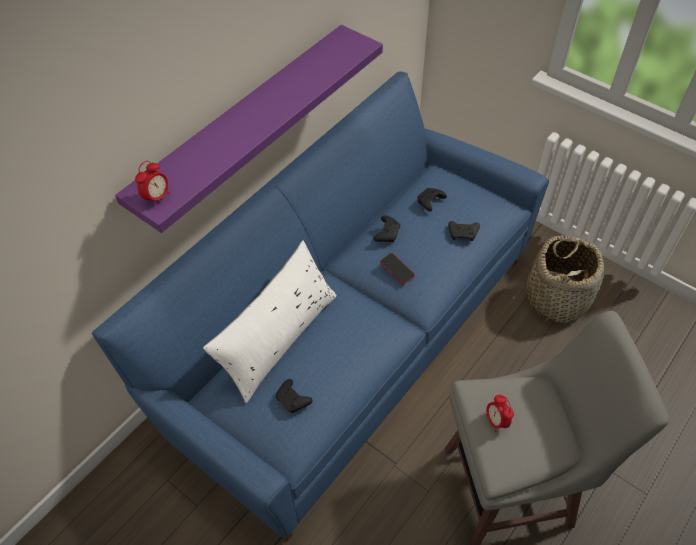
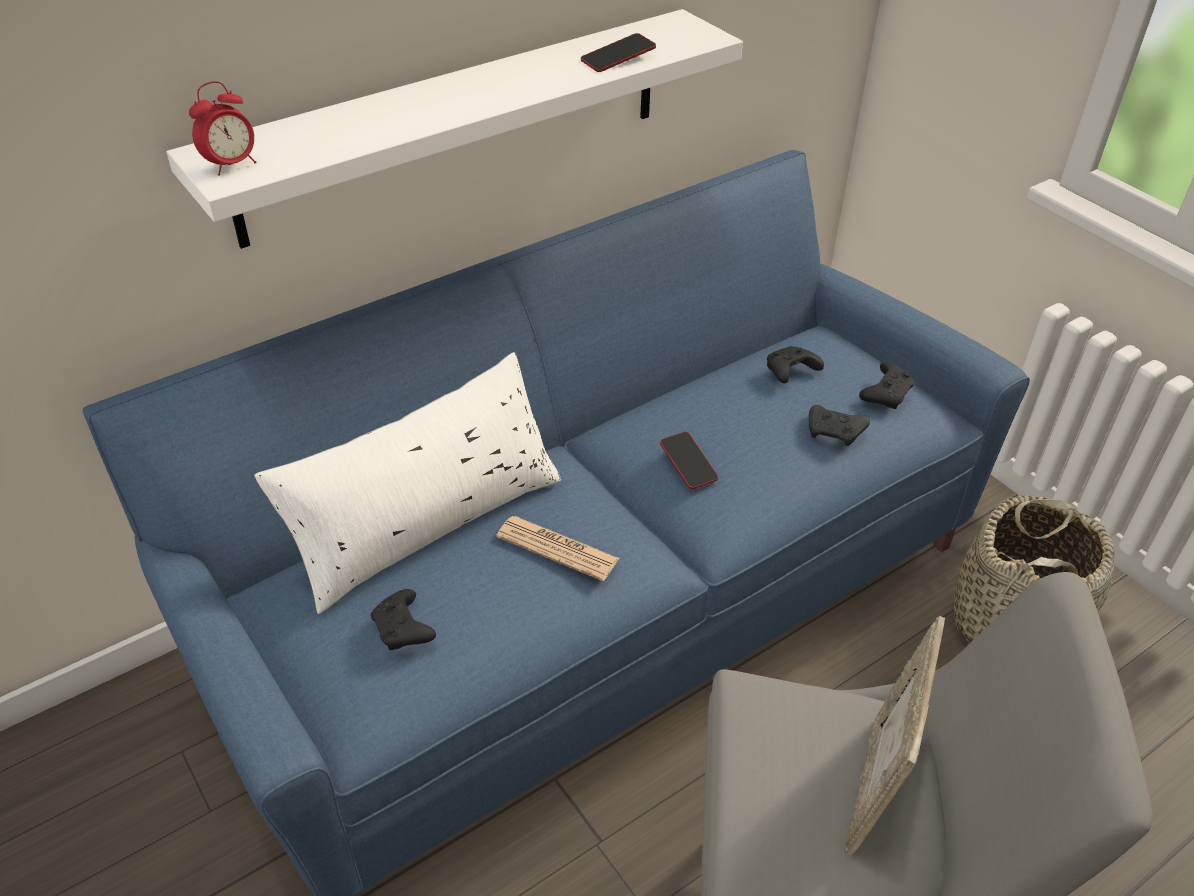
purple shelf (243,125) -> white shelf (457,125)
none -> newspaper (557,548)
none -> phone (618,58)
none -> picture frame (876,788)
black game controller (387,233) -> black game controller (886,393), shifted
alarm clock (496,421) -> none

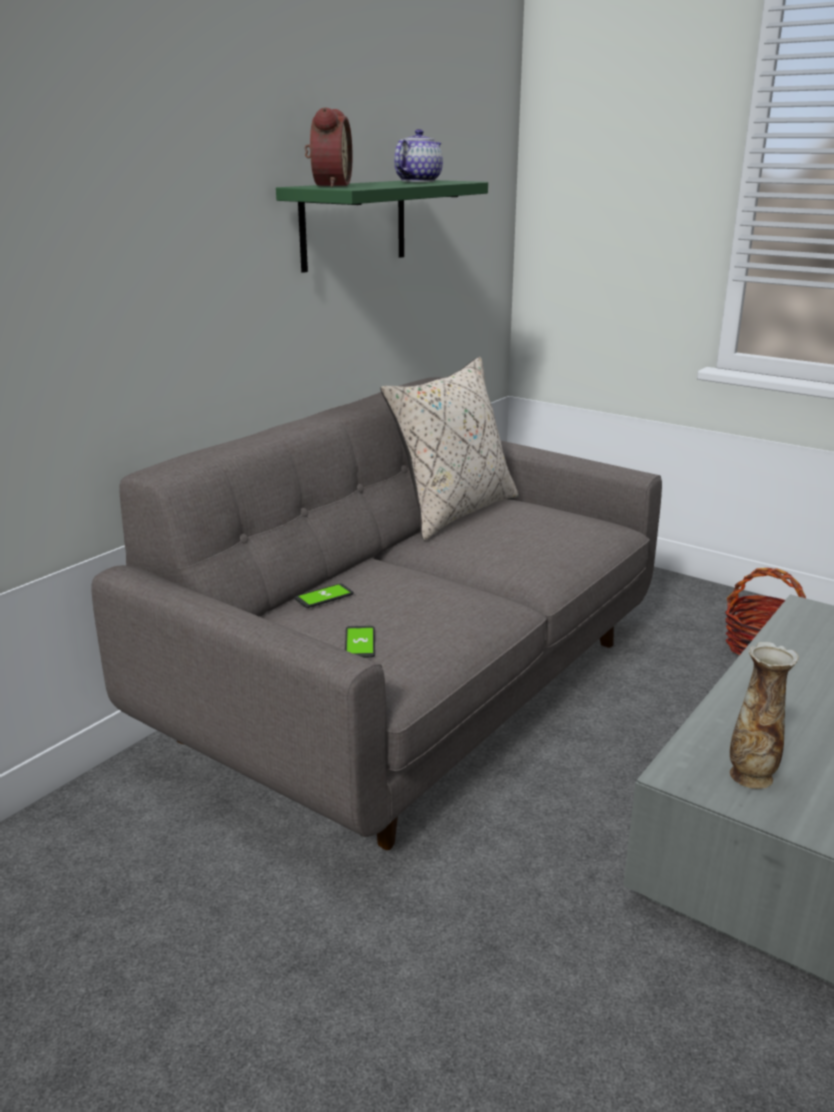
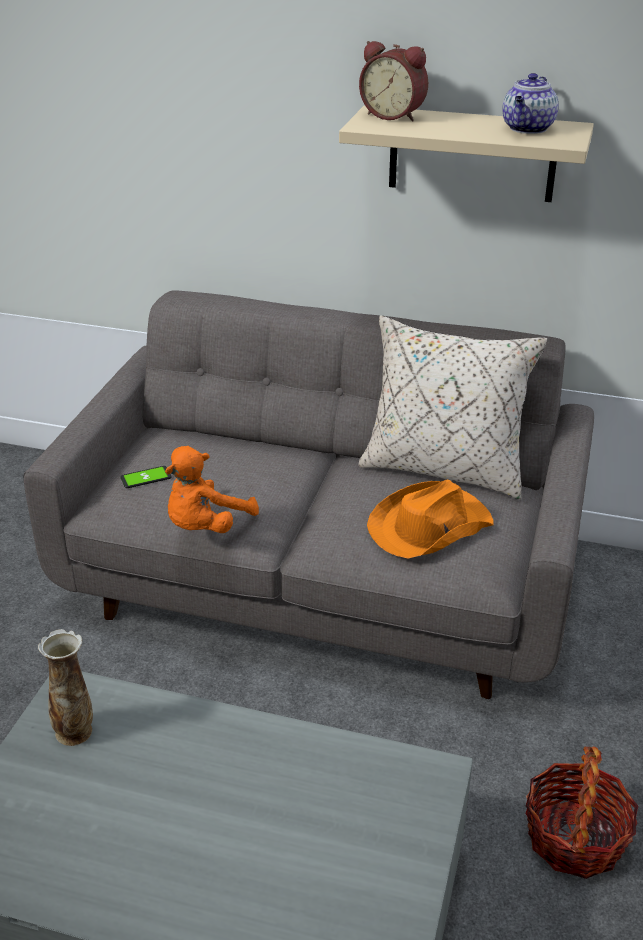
none -> orange plush toy (206,526)
green shelf (353,224) -> beige shelf (472,154)
alarm clock (328,185) -> alarm clock (394,115), 45 degrees clockwise
none -> orange hat (428,526)
teapot (418,181) -> teapot (528,129), 105 degrees clockwise
phone (324,597) -> none

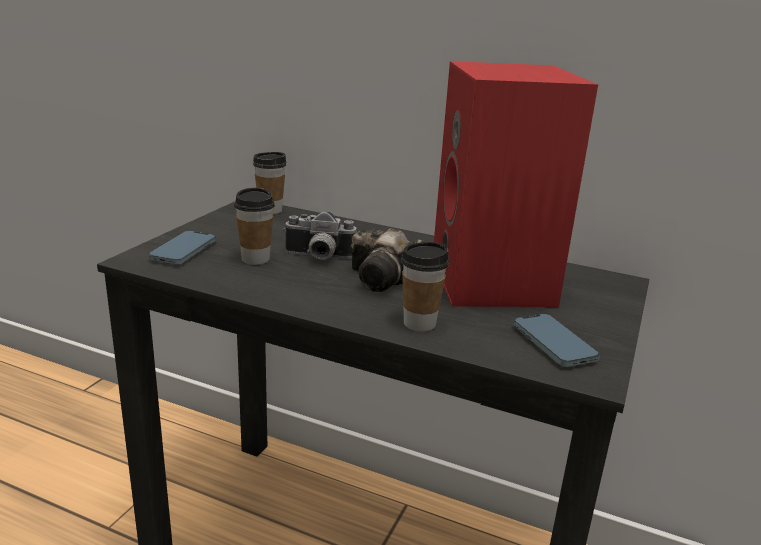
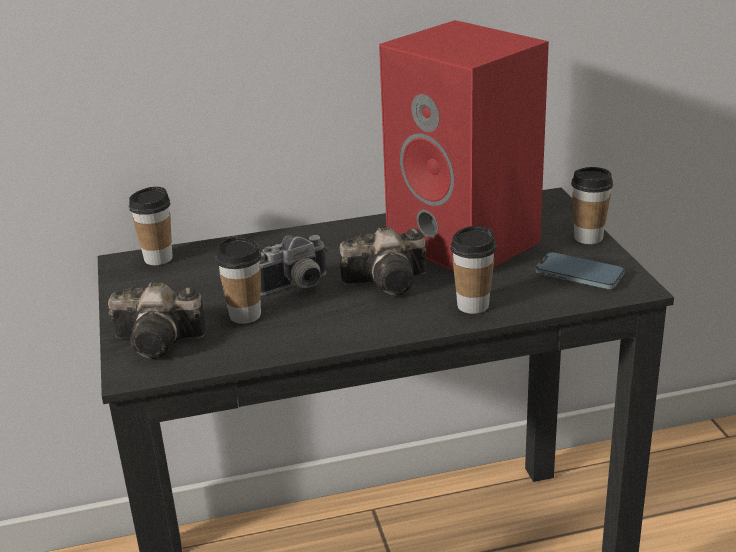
phone (183,251) -> photo camera (162,341)
none -> cup (588,237)

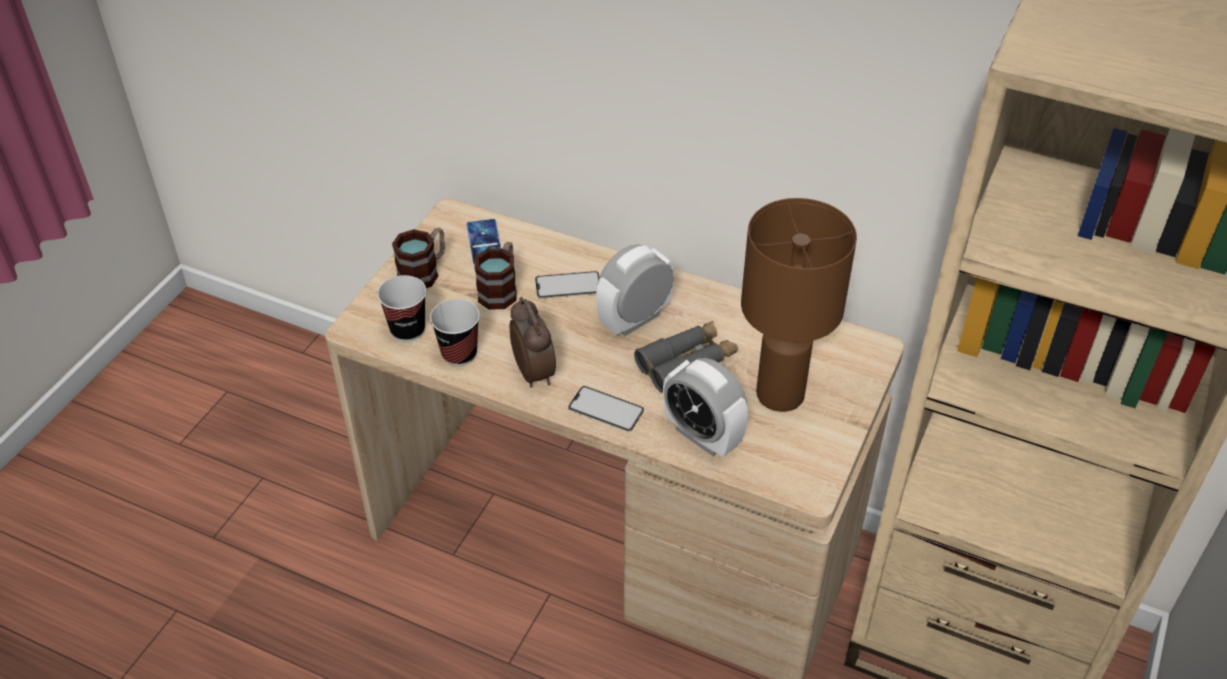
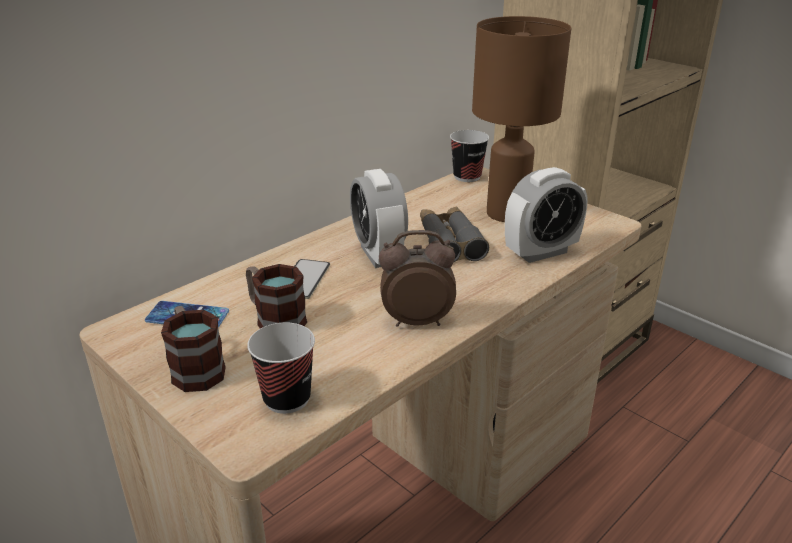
cup (459,354) -> cup (467,177), shifted
phone (606,409) -> none

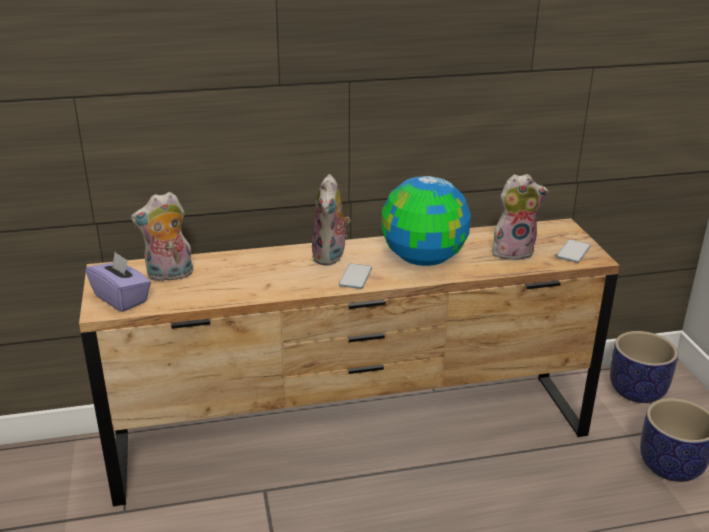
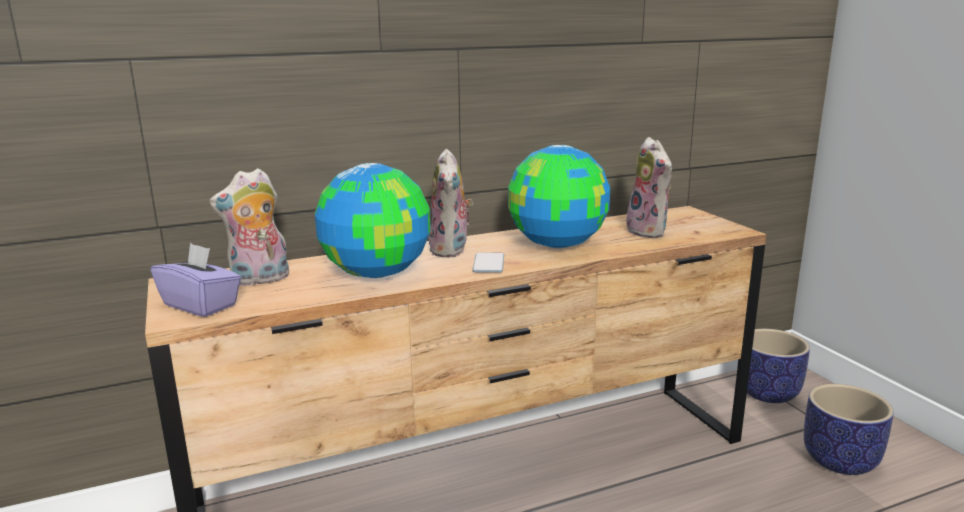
none -> globe (377,273)
plush toy (513,251) -> plush toy (649,232), 90 degrees clockwise
phone (573,252) -> none

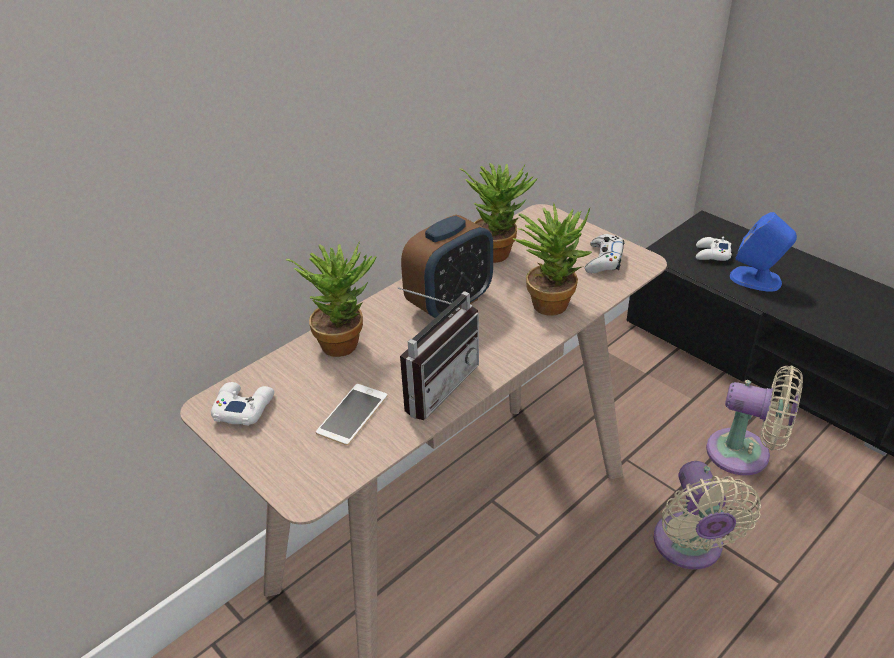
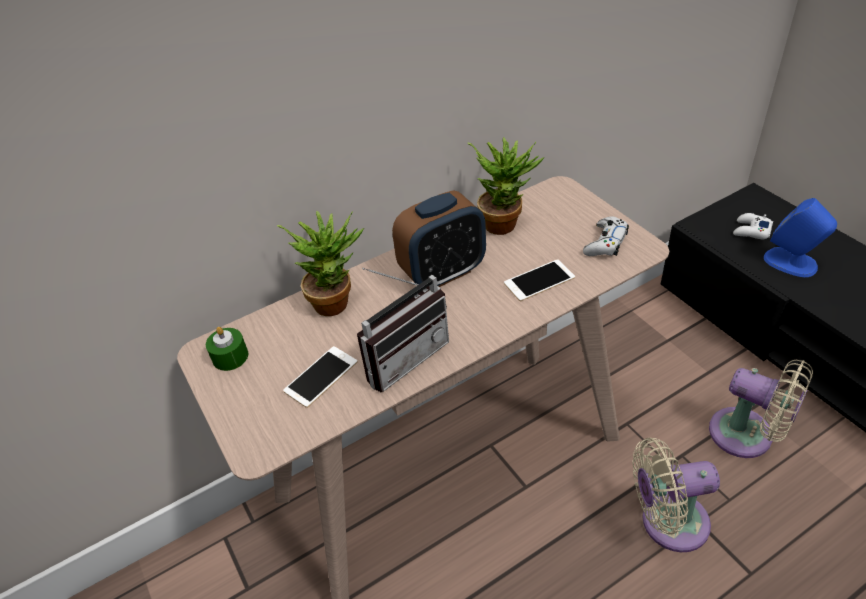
white game controller (243,408) -> green candle (230,357)
potted plant (550,300) -> phone (539,280)
beige fan (690,548) -> beige fan (667,522), 75 degrees clockwise

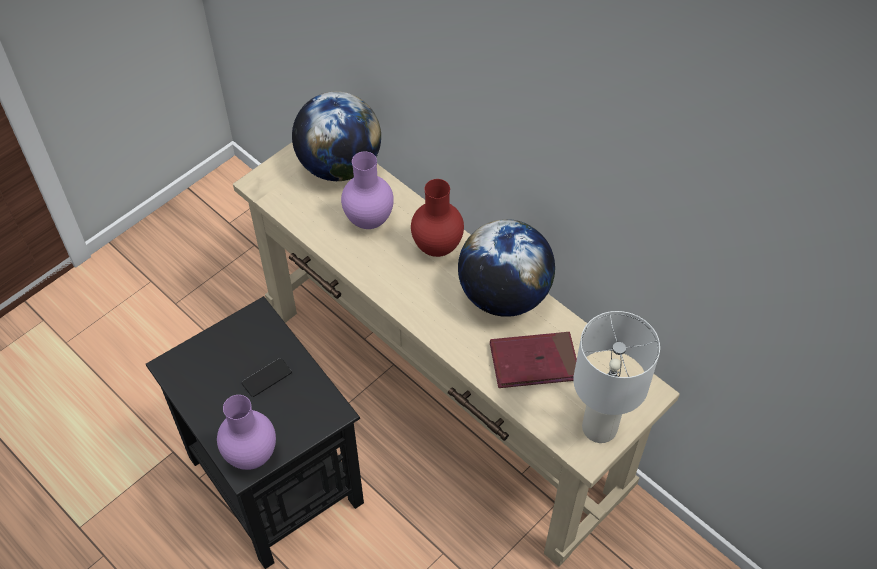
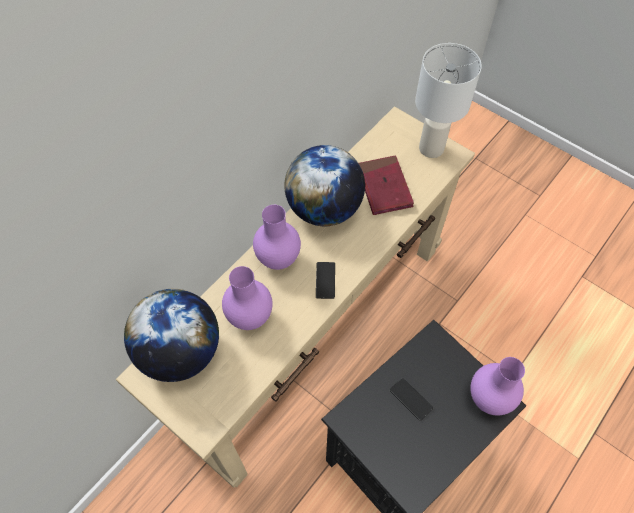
red vase (437,248) -> purple vase (279,259)
none -> phone (325,280)

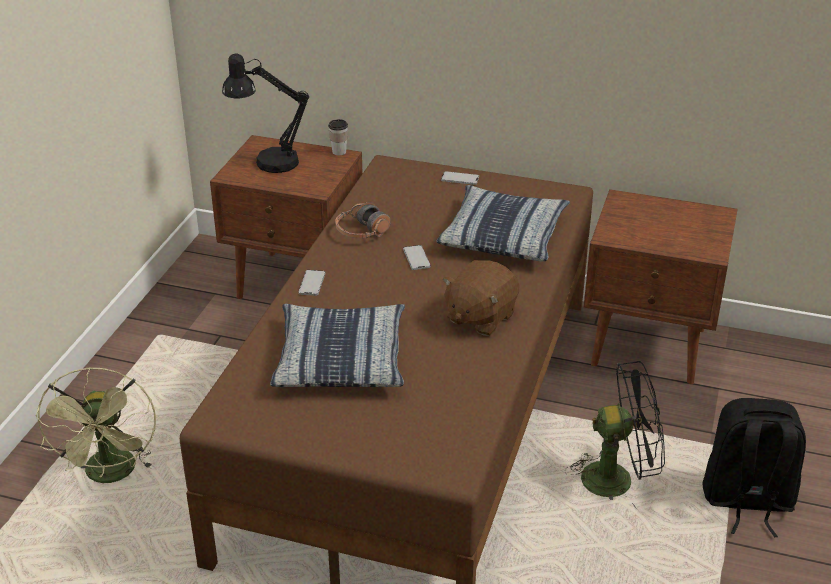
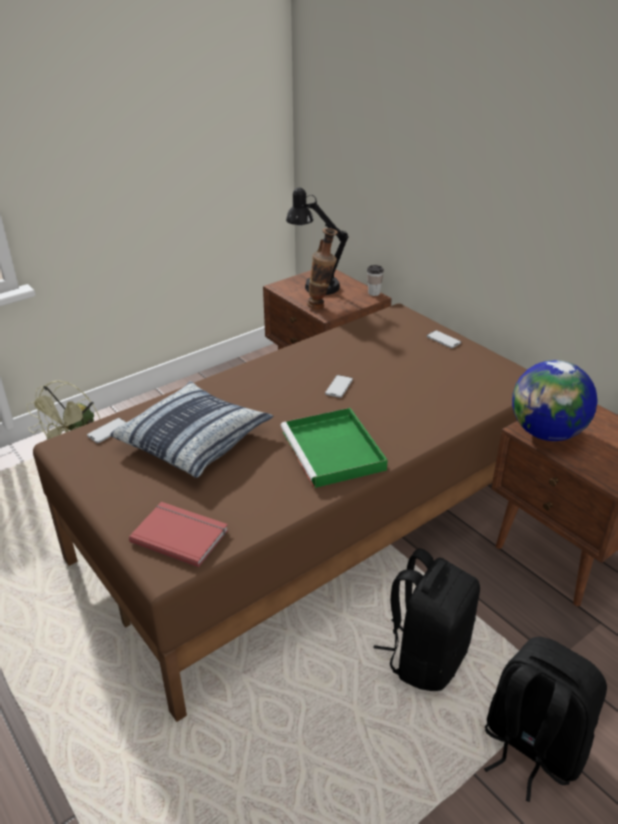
phone (312,283) -> phone (108,431), shifted
none -> red book (180,534)
brown plush toy (480,317) -> green tray (334,451)
none -> vase (321,307)
black fan (617,478) -> black backpack (426,656)
none -> globe (547,433)
headphones (362,232) -> none
pillow (504,235) -> none

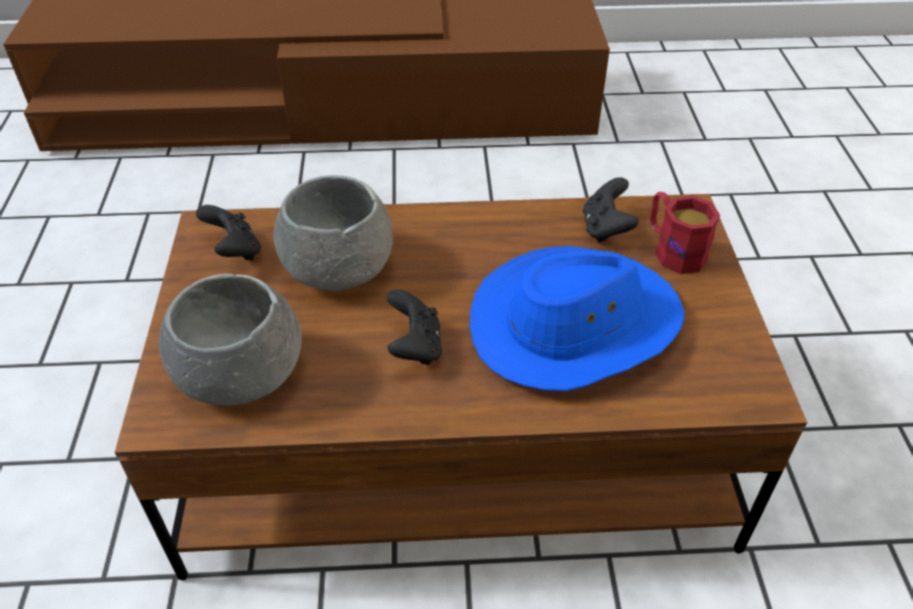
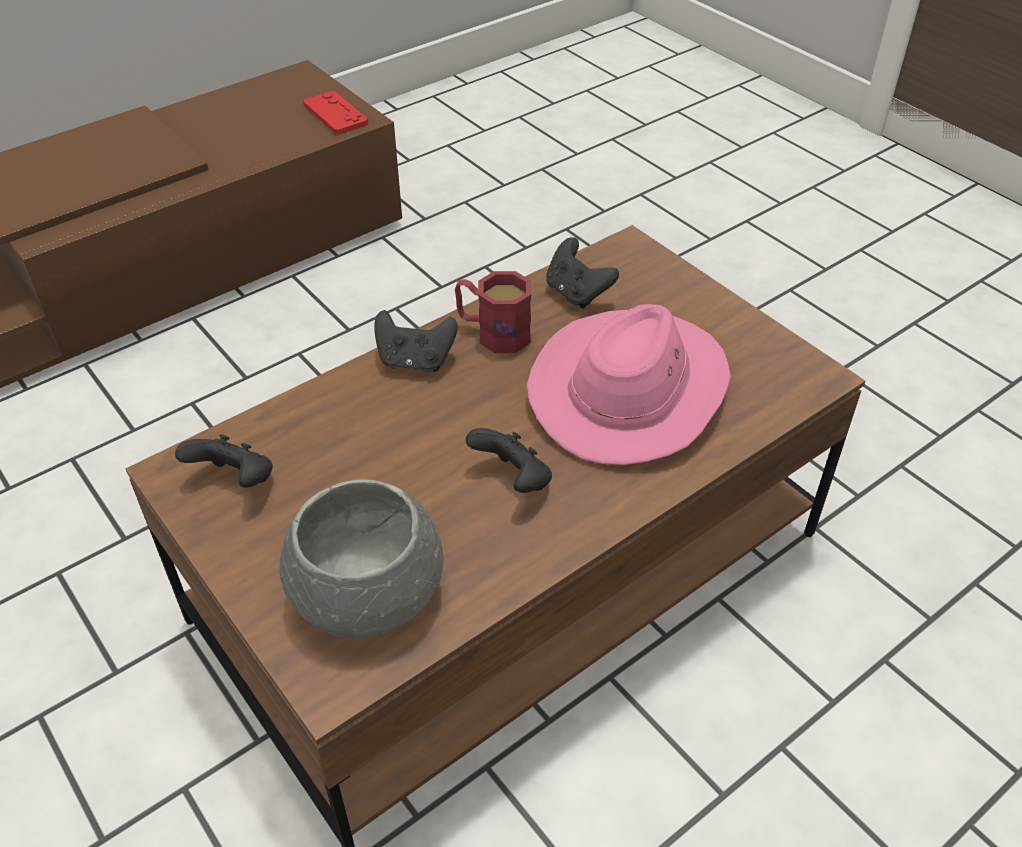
none -> red game controller (335,114)
none -> black game controller (415,361)
red mug (673,250) -> red mug (493,333), shifted
blue hat (575,324) -> pink hat (630,389)
grey bowl (337,266) -> none

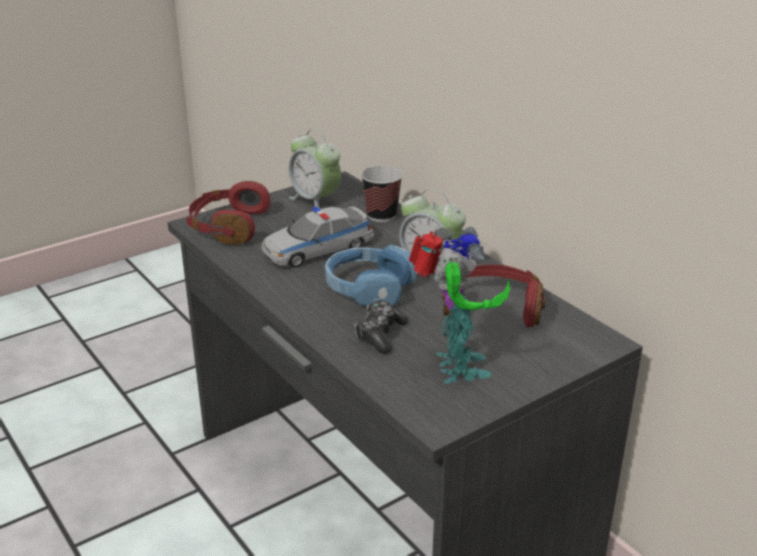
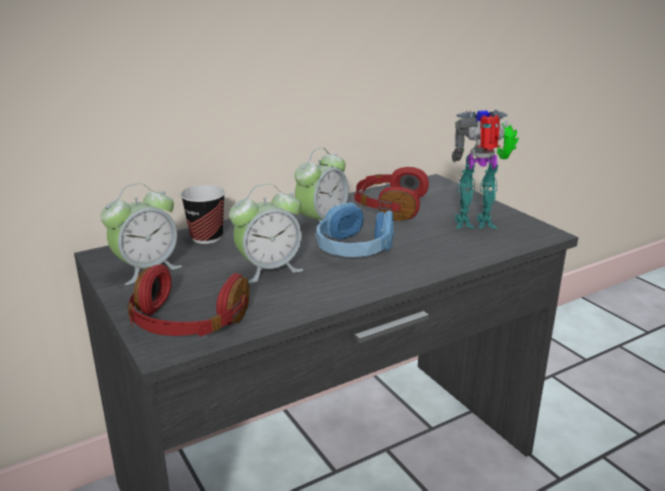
toy car (318,249) -> alarm clock (269,269)
game controller (380,335) -> none

